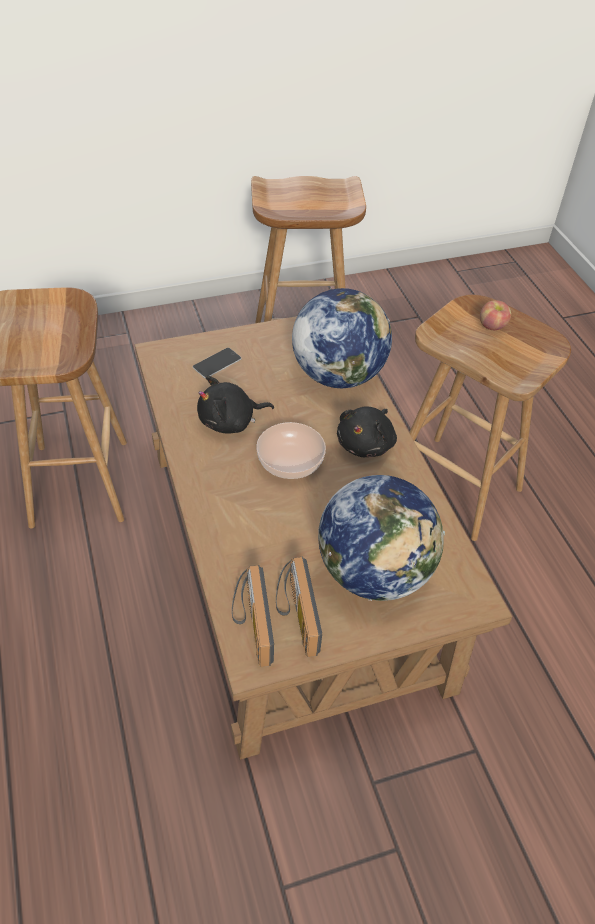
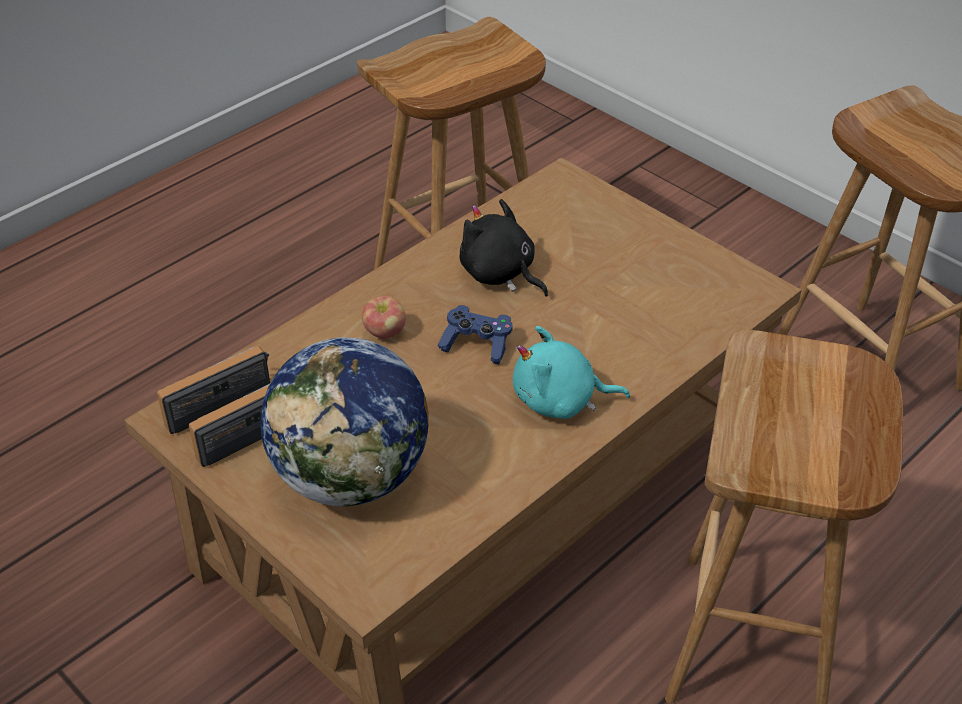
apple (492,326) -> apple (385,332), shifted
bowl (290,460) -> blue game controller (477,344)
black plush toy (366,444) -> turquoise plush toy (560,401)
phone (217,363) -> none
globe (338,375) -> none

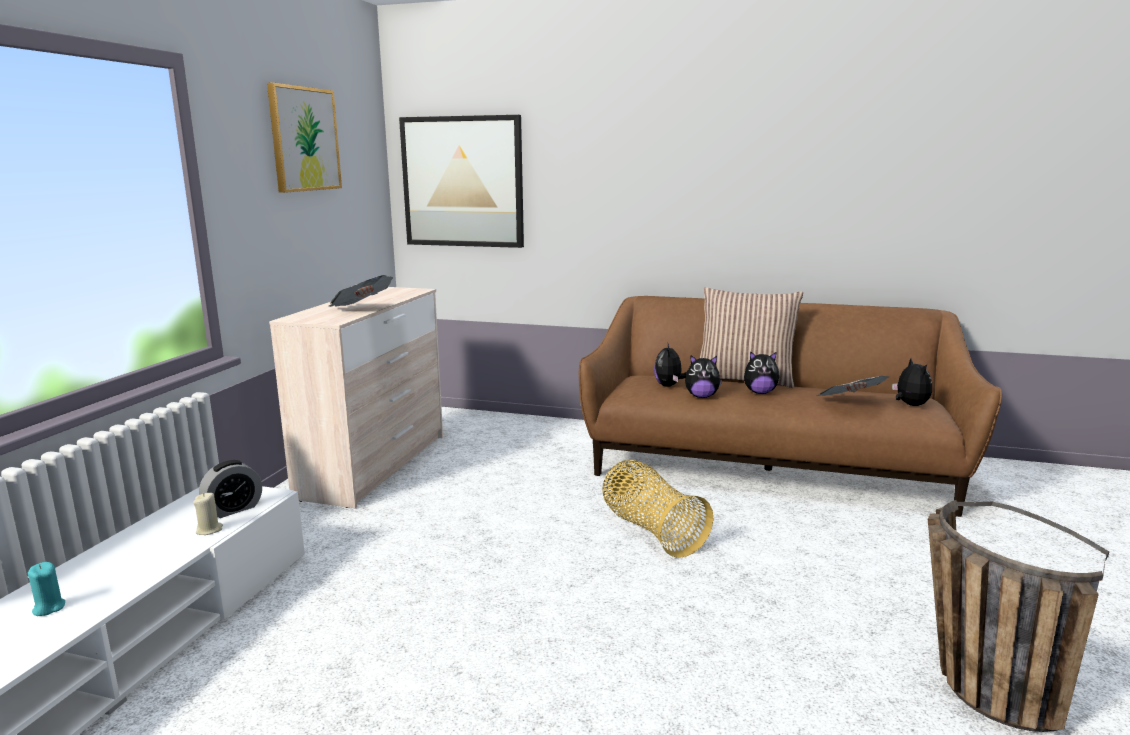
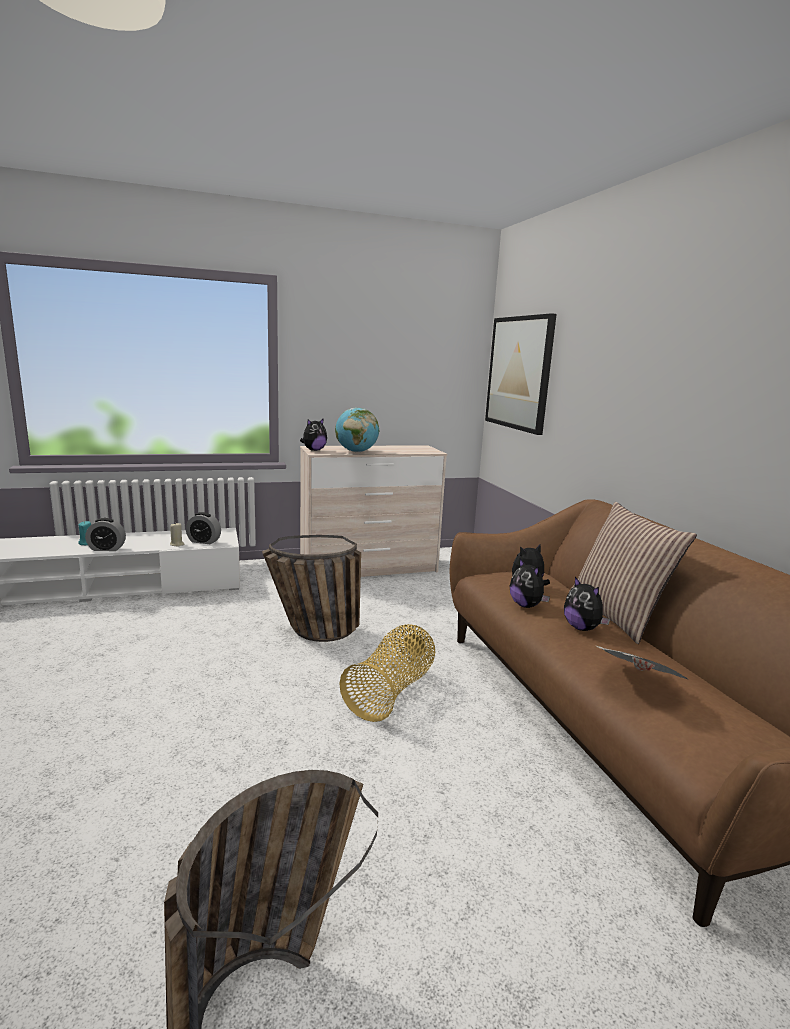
none -> alarm clock (107,549)
none -> basket (311,632)
plush toy (909,405) -> plush toy (314,450), shifted
newspaper (362,309) -> globe (356,452)
picture (304,139) -> none

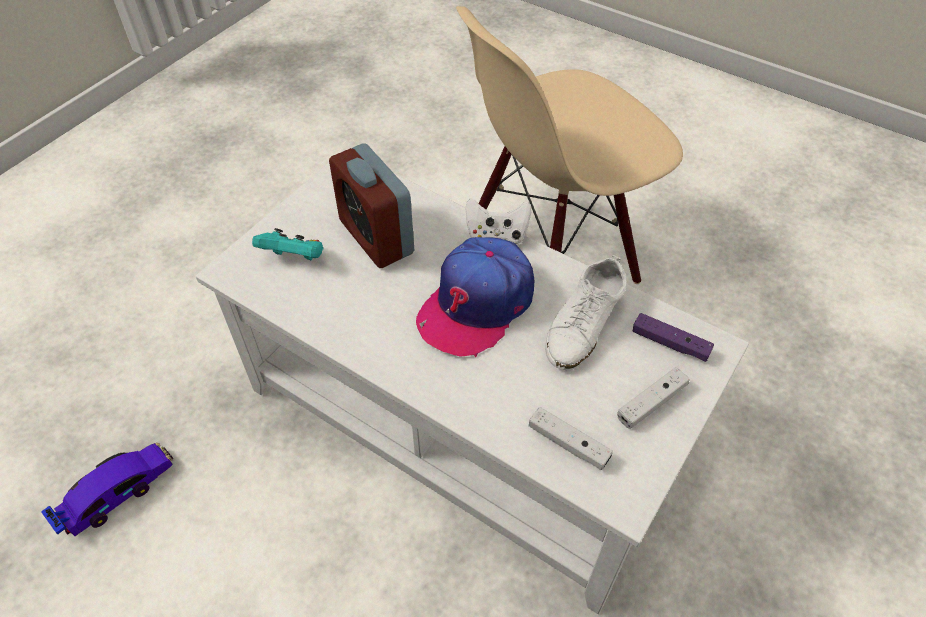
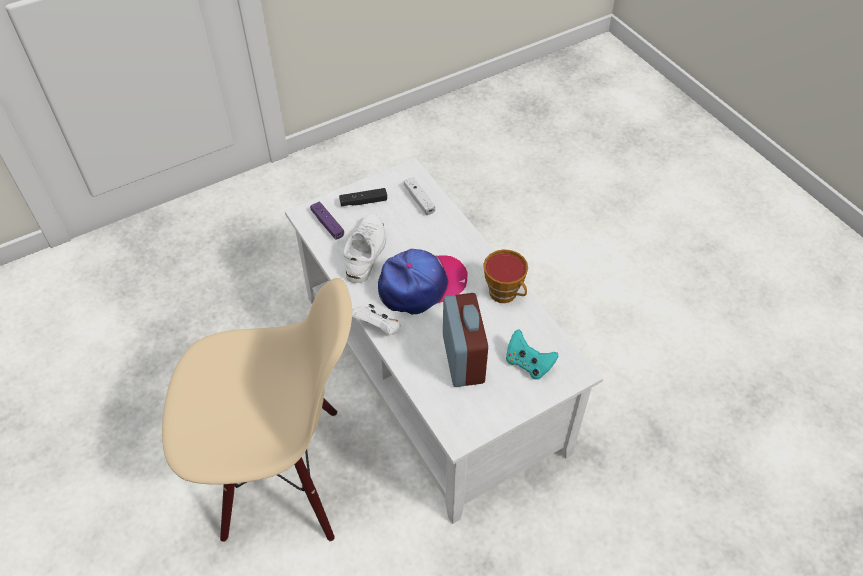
white game controller (651,403) -> black game controller (363,202)
white shoe (584,323) -> white shoe (366,251), 45 degrees counterclockwise
none -> cup (506,294)
toy car (117,493) -> none

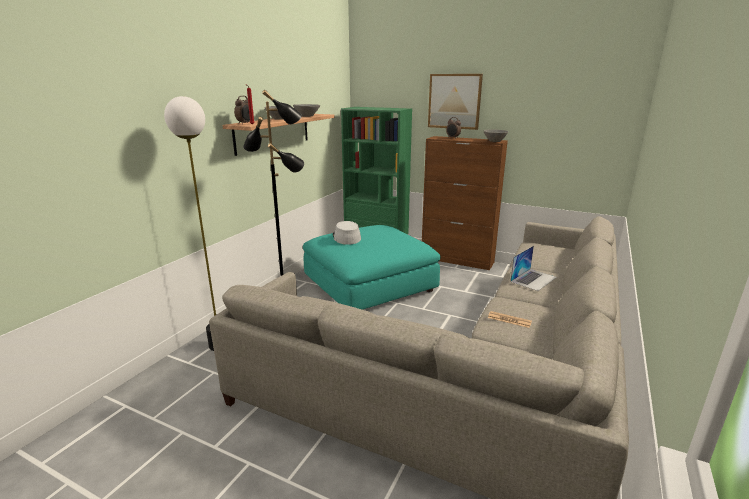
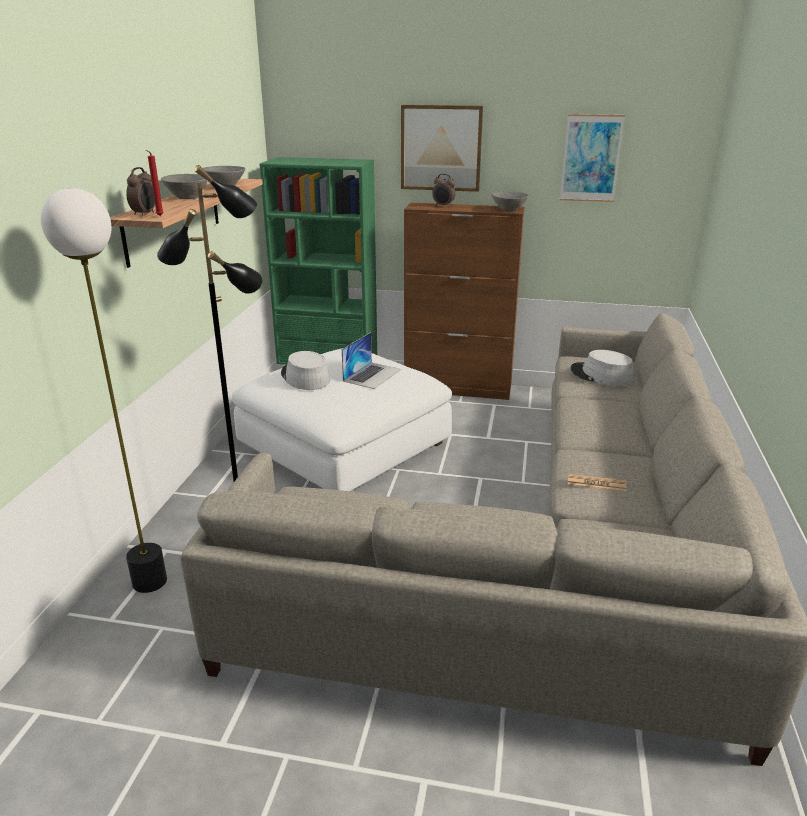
turquoise ottoman (369,284) -> white ottoman (344,444)
laptop (533,279) -> laptop (372,375), shifted
none -> picture (591,158)
none -> grey hat (601,375)

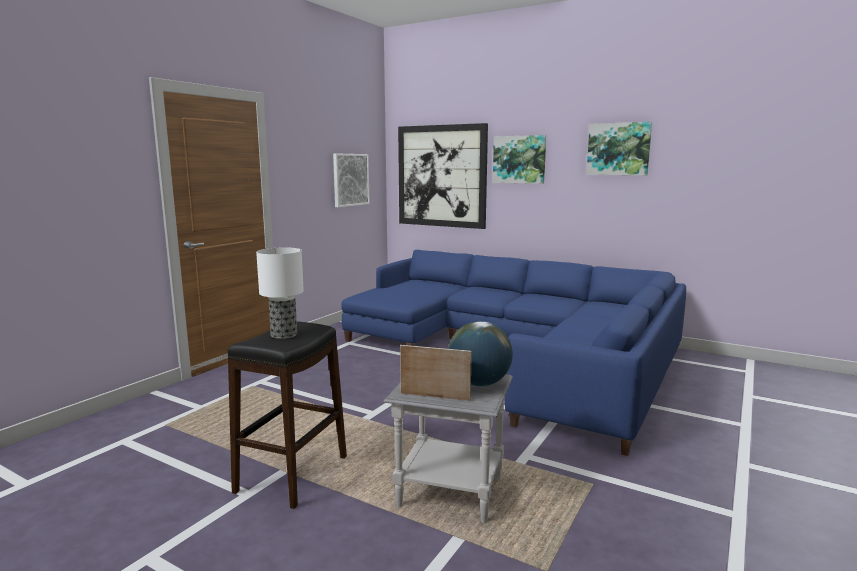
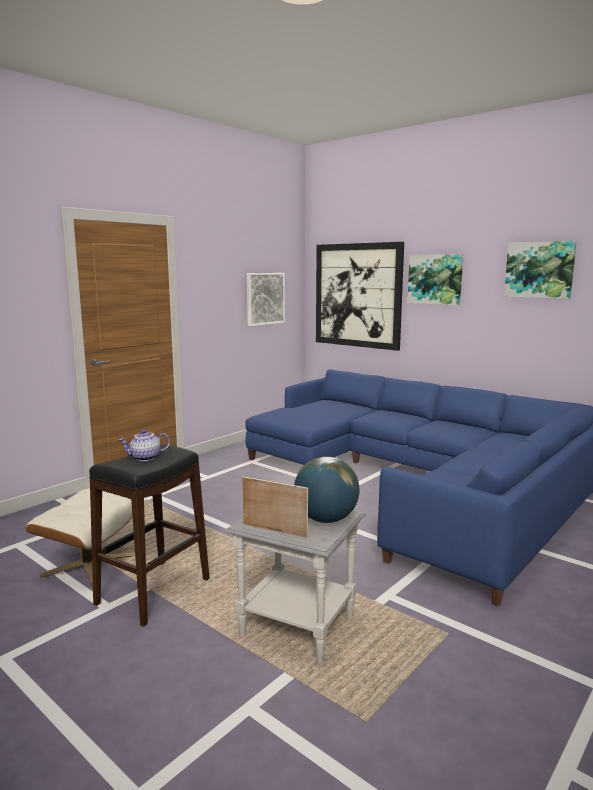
none -> beige ottoman (88,565)
table lamp (284,335) -> teapot (145,458)

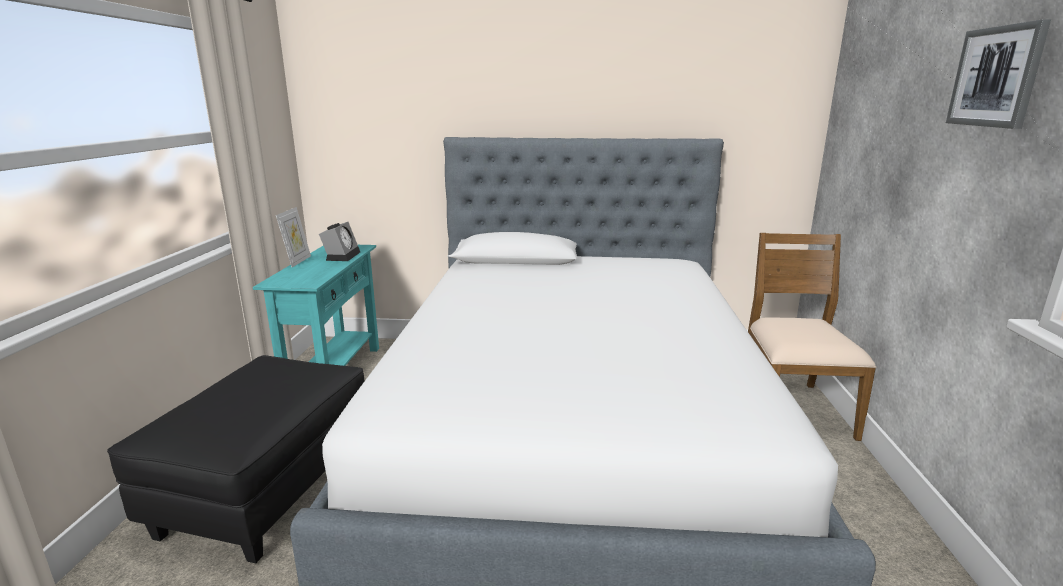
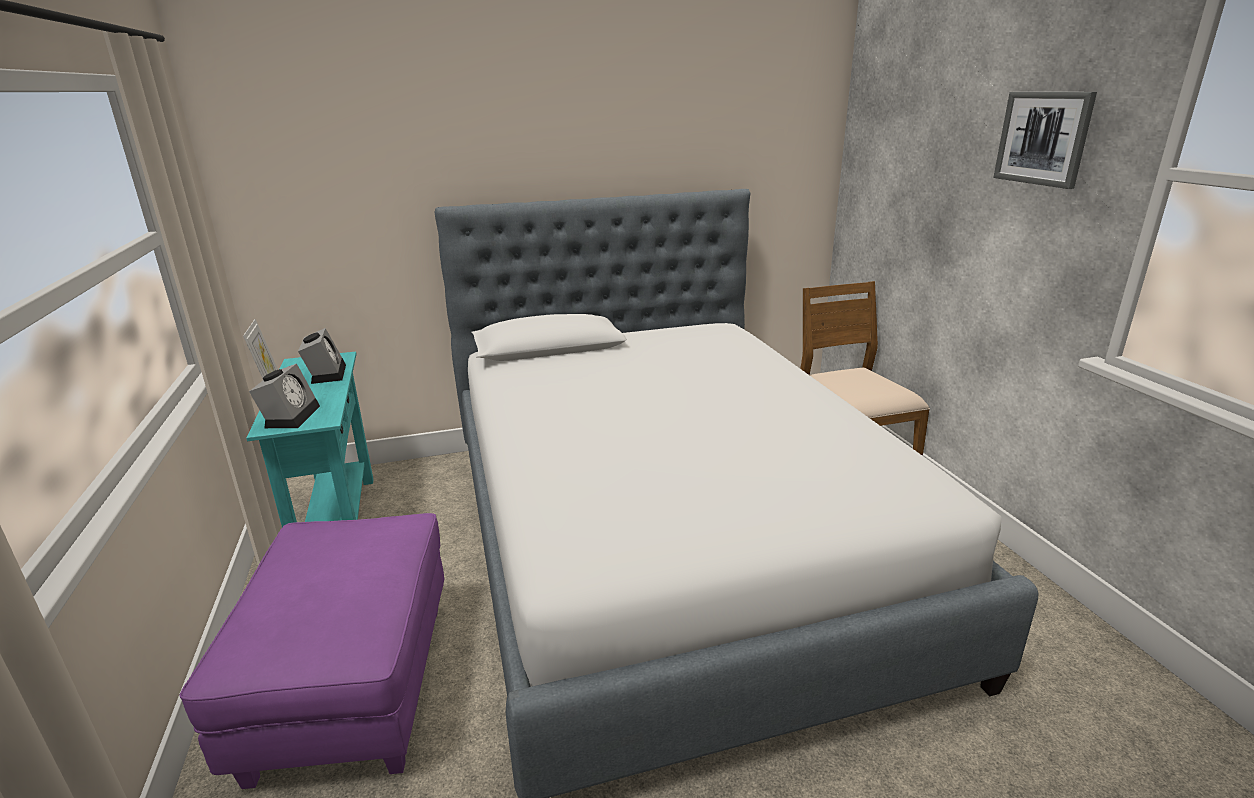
black ottoman (267,491) -> purple ottoman (353,688)
none -> alarm clock (290,416)

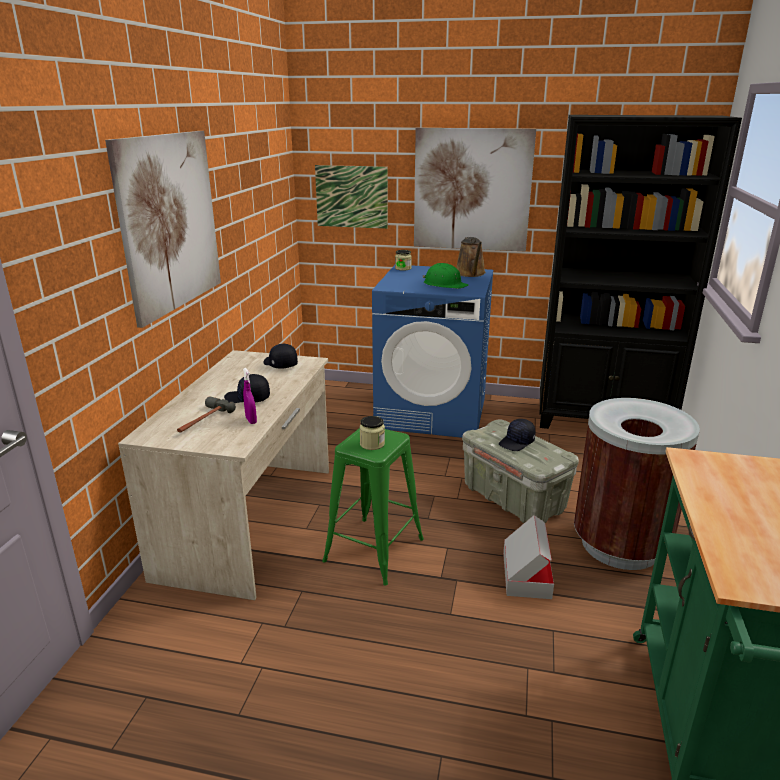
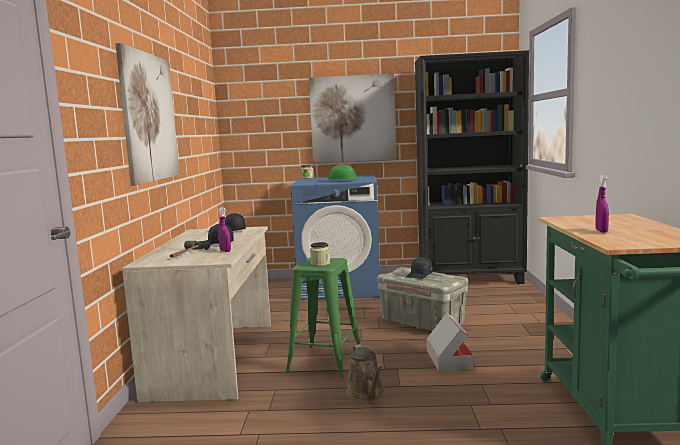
brown watering can (471,274) -> brown watering can (366,393), shifted
none -> purple spray bottle (601,231)
picture (351,196) -> none
brown trash can (620,545) -> none

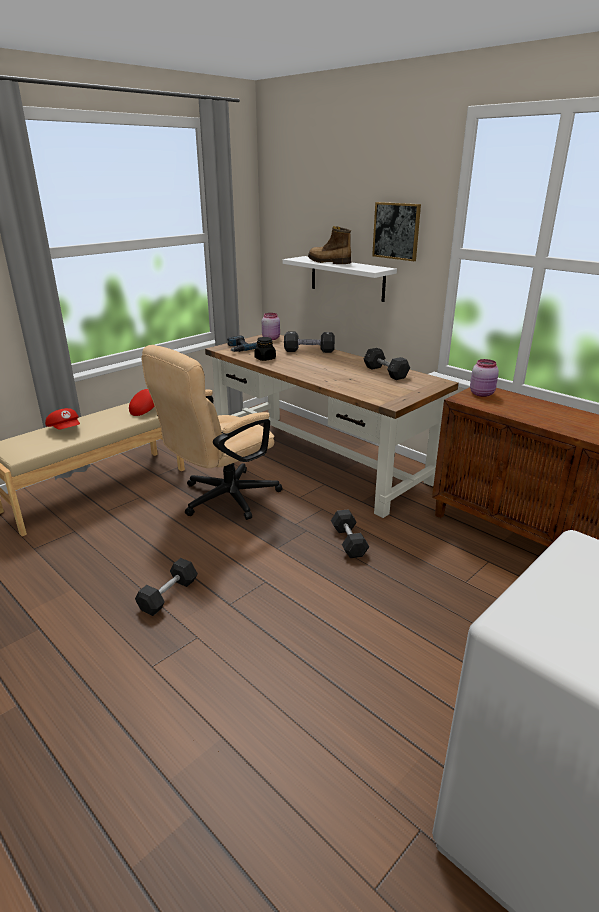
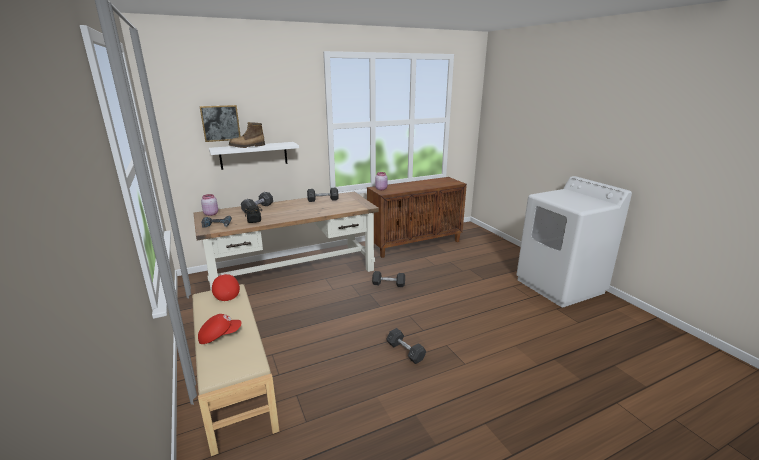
picture (396,231) -> picture (220,123), shifted
beige office chair (221,499) -> none

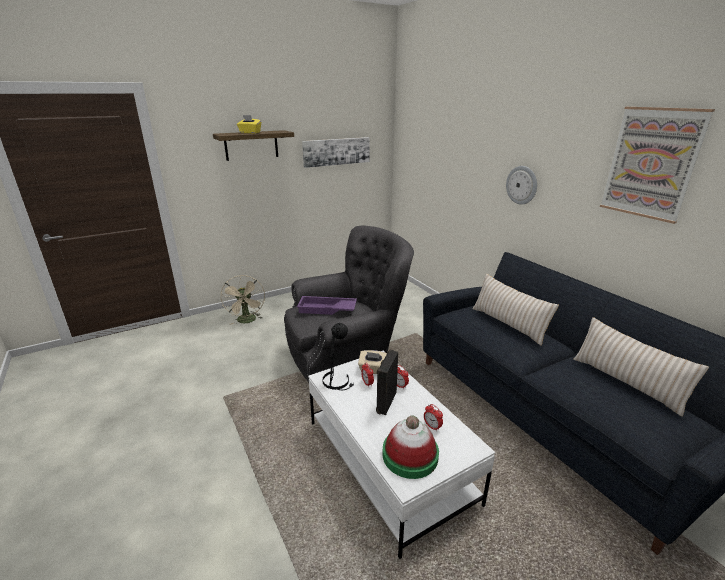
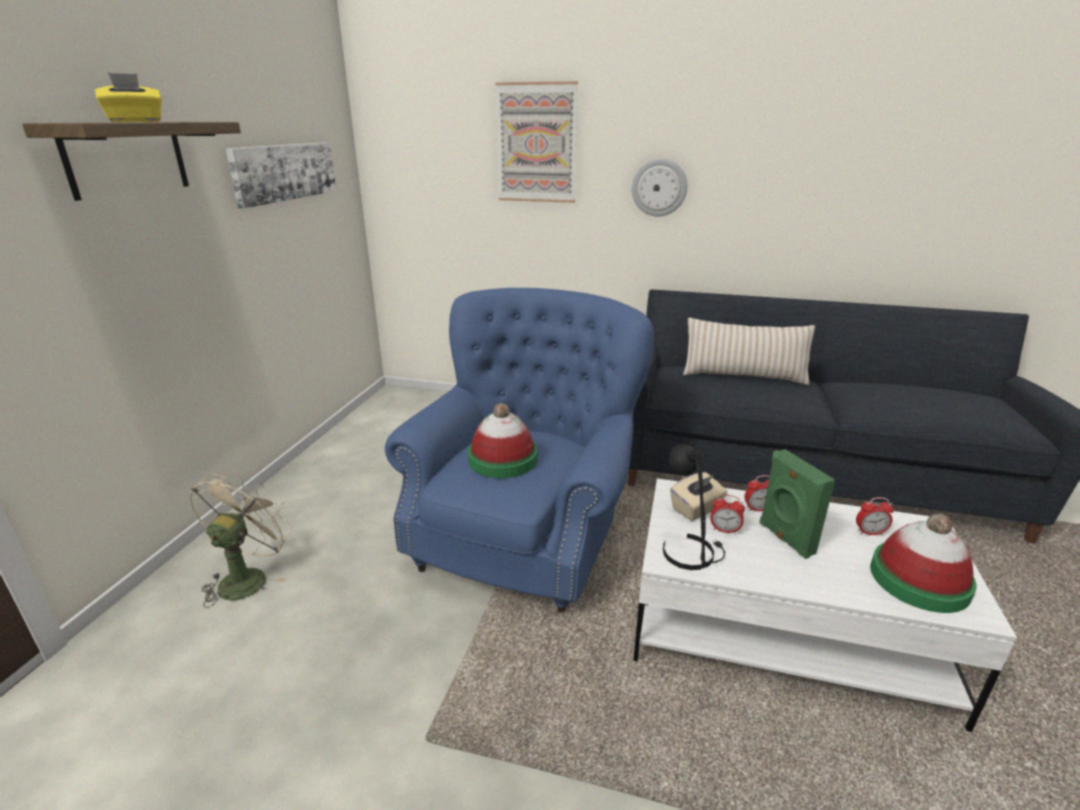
beige fan (247,321) -> beige fan (248,577), 105 degrees counterclockwise
grey armchair (346,358) -> blue armchair (524,536)
purple tray (326,309) -> hat (502,459)
picture (651,163) -> picture (536,143), shifted
black speaker (385,402) -> green speaker (784,538)
beige pillow (626,382) -> none

